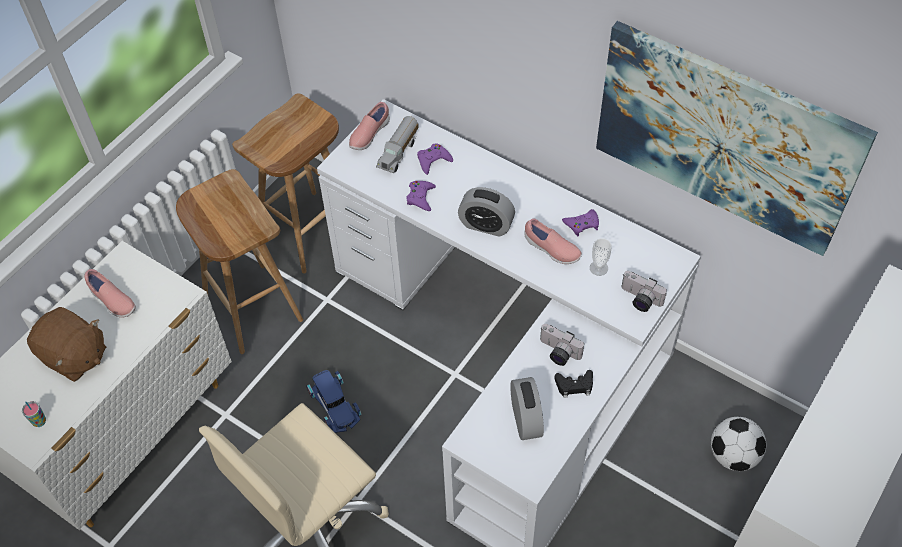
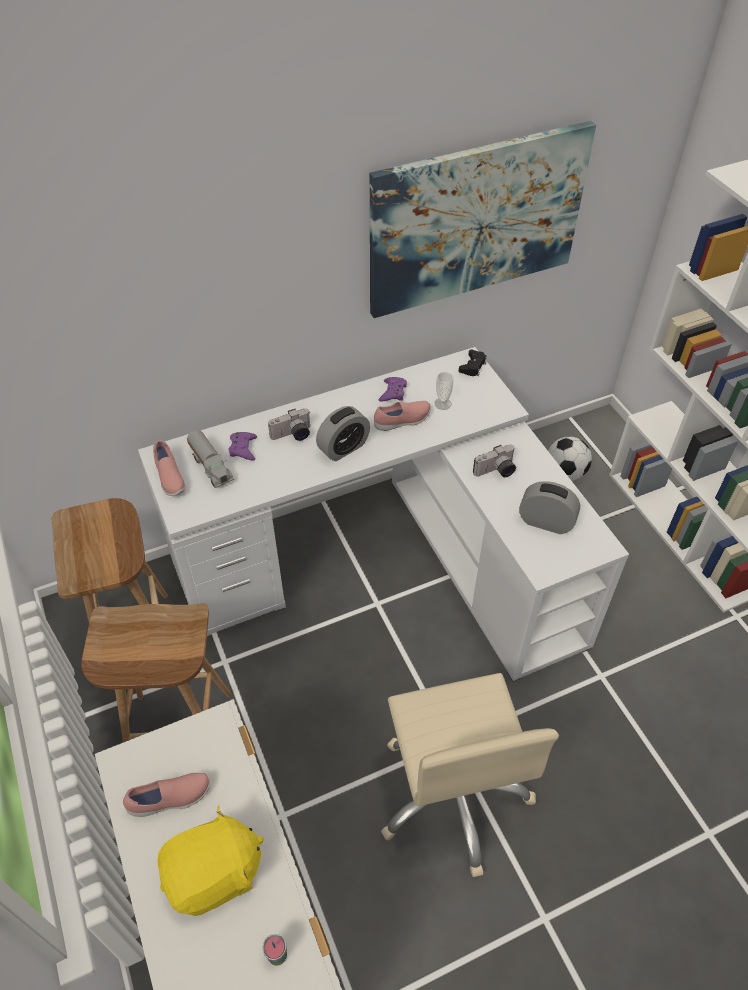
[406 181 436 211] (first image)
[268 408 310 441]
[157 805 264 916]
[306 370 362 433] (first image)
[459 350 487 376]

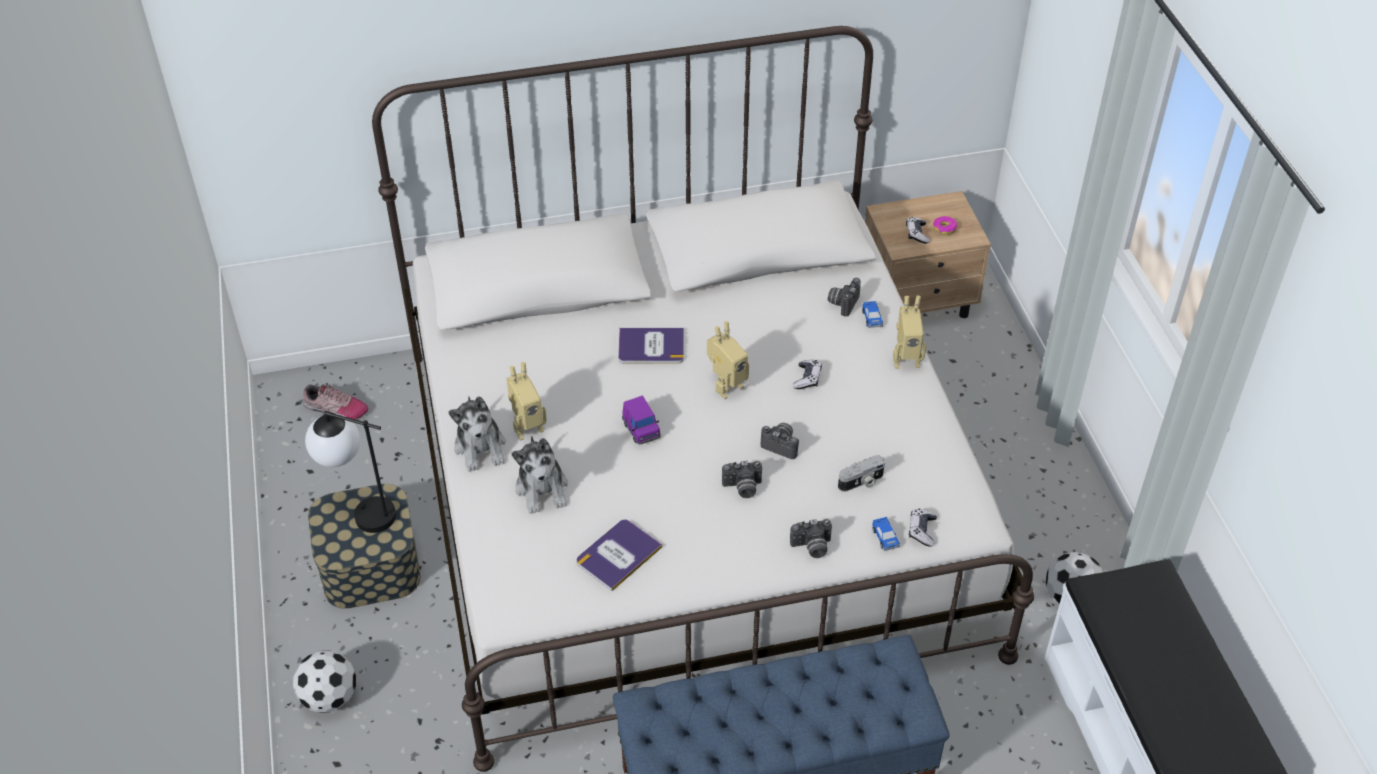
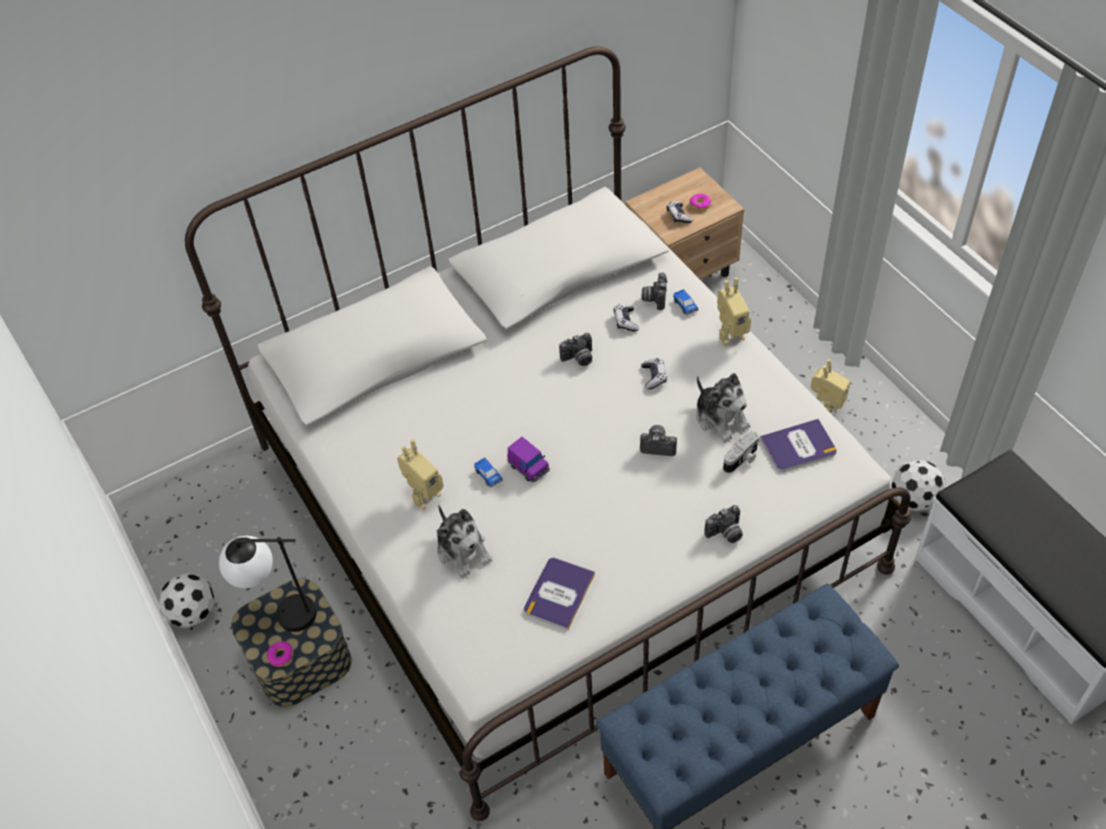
[810 359 850 413]
[760 419 837 472]
[303 383 368 420] (first image)
[696 373 750 443]
[559 333 592 366]
[614 304 639 331]
[474 457 503 488]
[159 574 214 628]
[267 641 293 667]

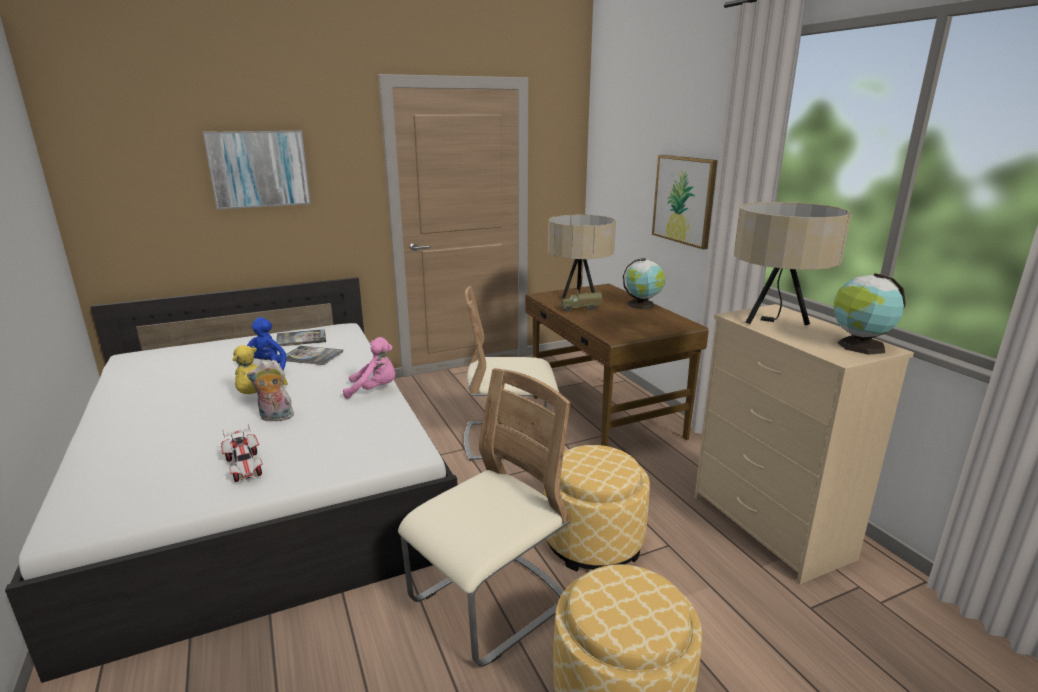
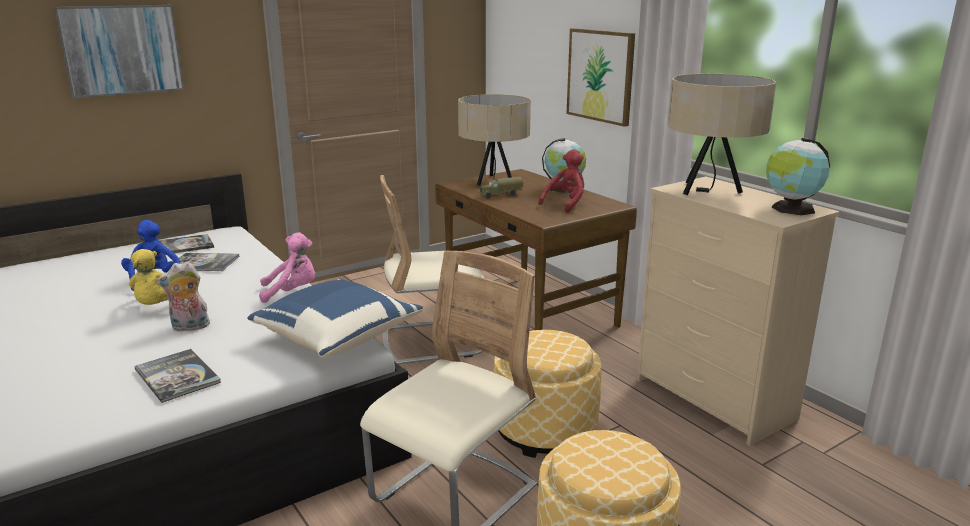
[134 349 221 403]
[538 149 584 213]
[247 279 423 359]

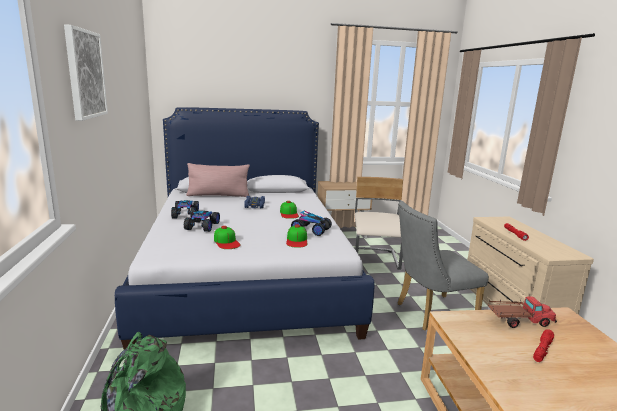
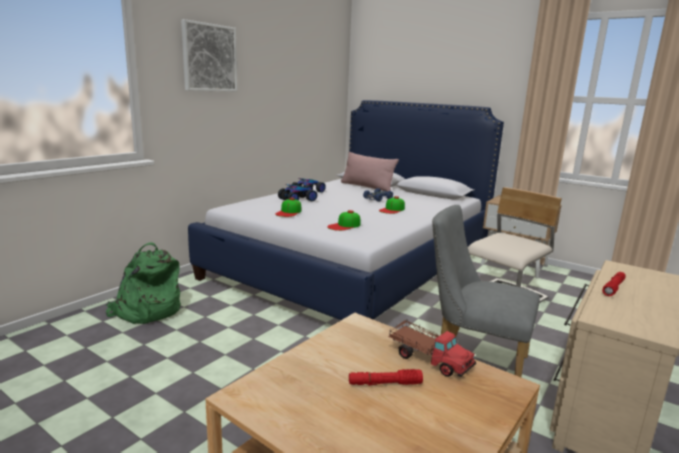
[291 211 332 236] (first image)

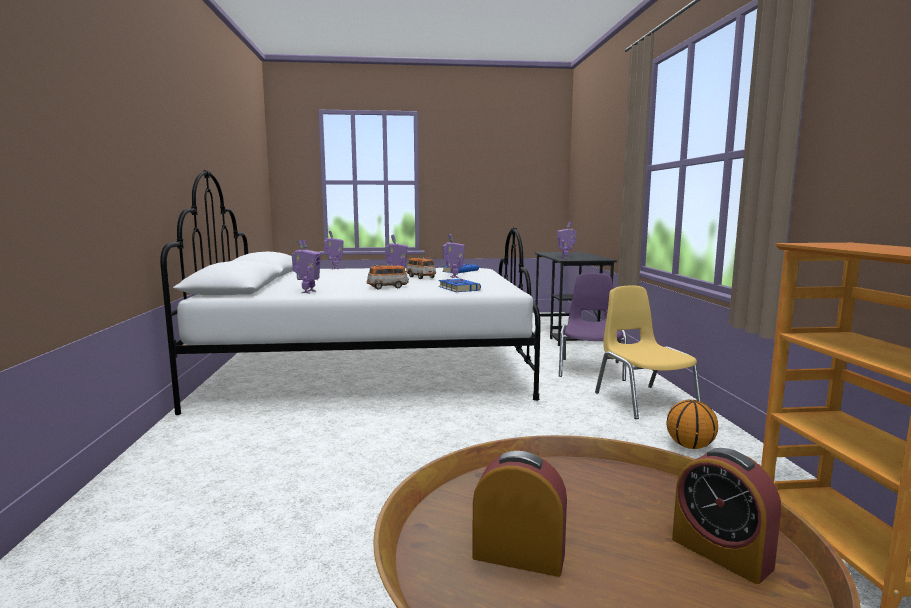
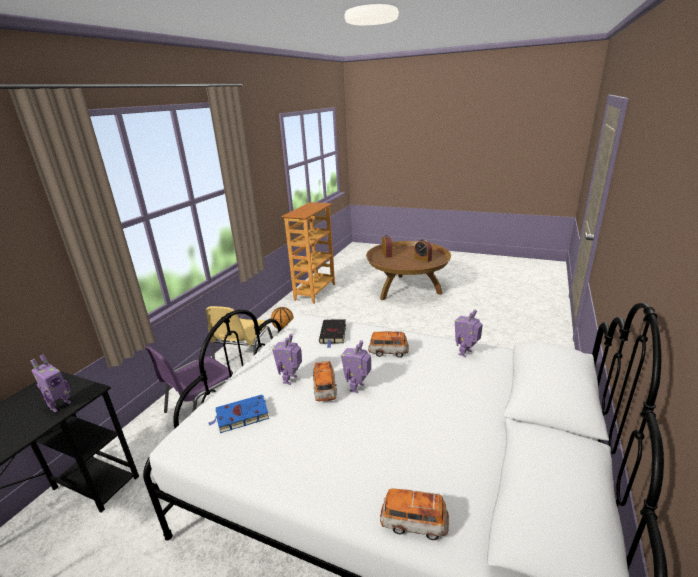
[380 489 449 540]
[319 319 346 348]

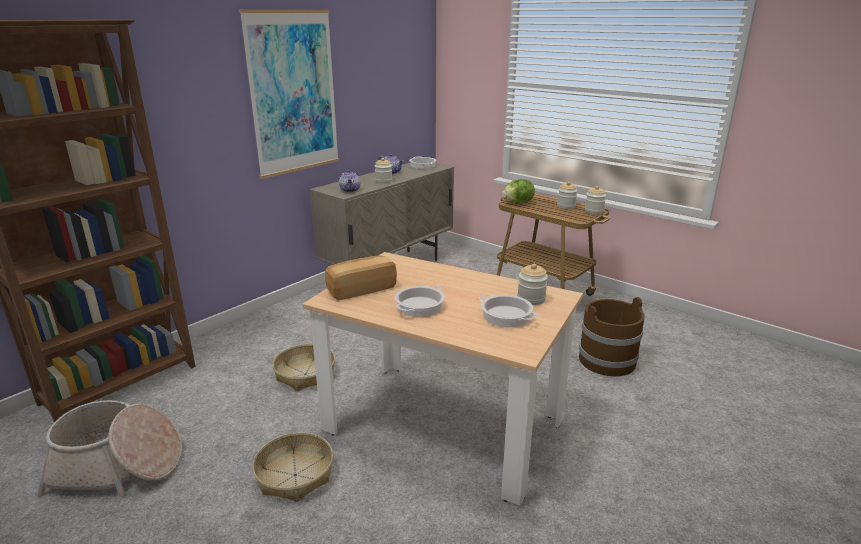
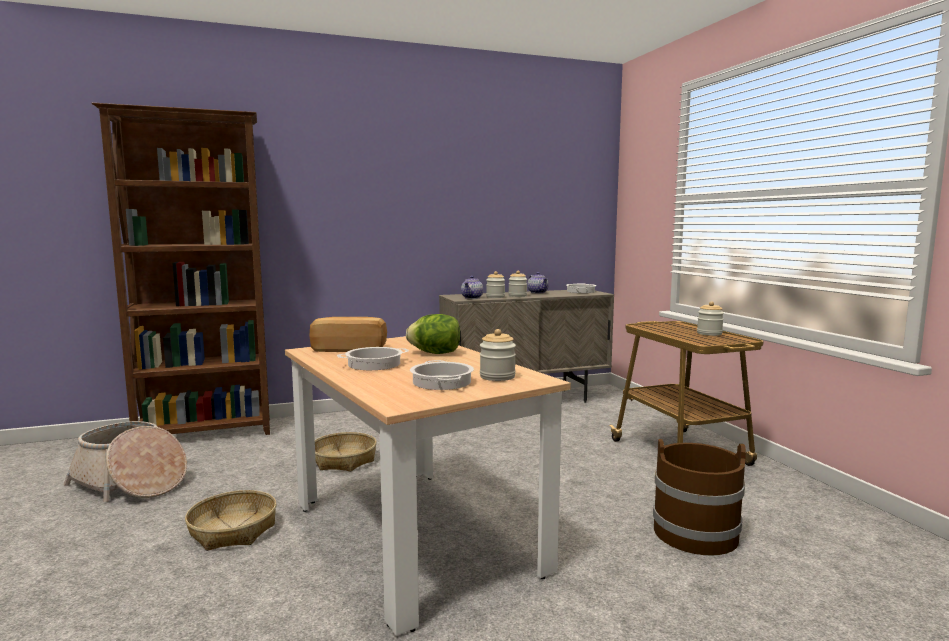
[239 9 339 179] (first image)
[406 314 460 354]
[486 271 505 298]

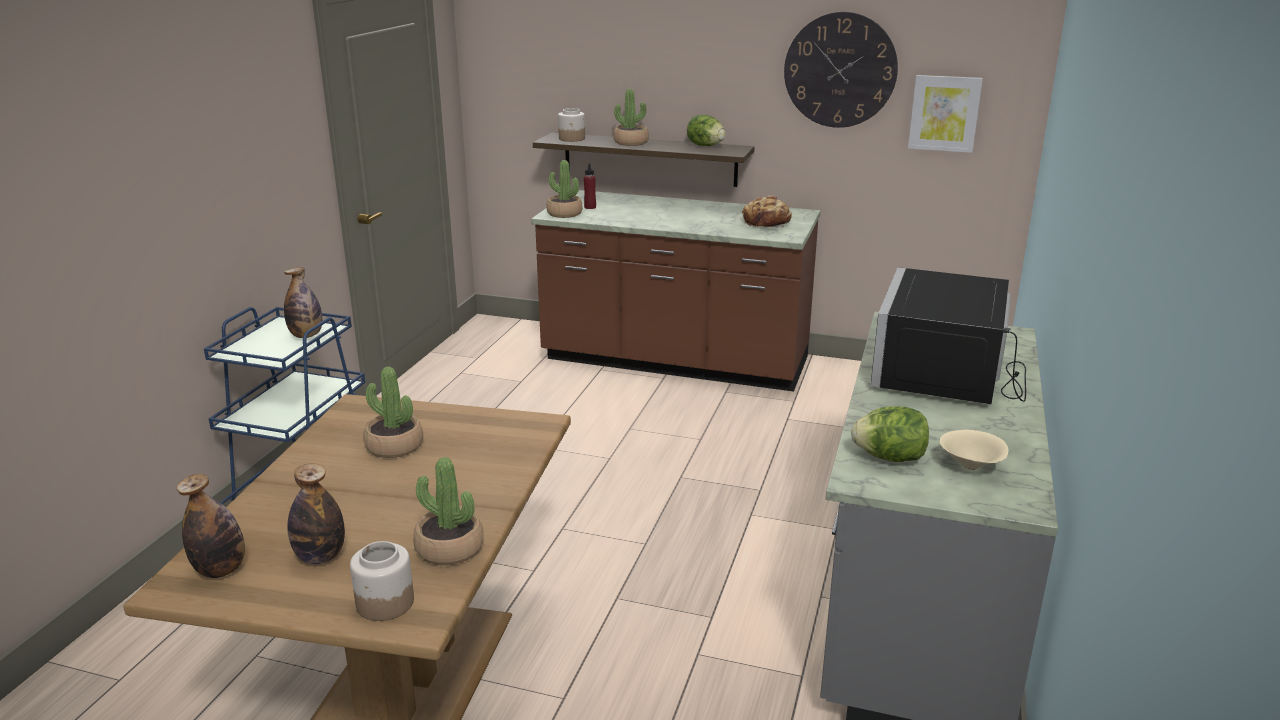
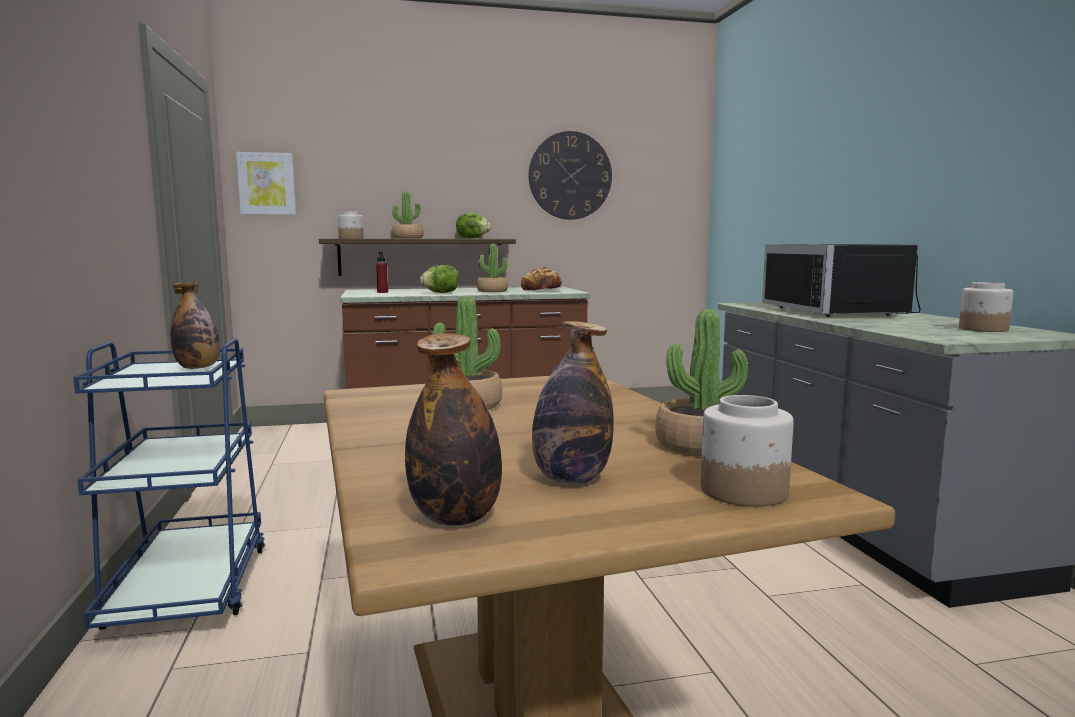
[236 152 296 215]
[477 244 508 292]
[420 265 458 293]
[959 282 1013 332]

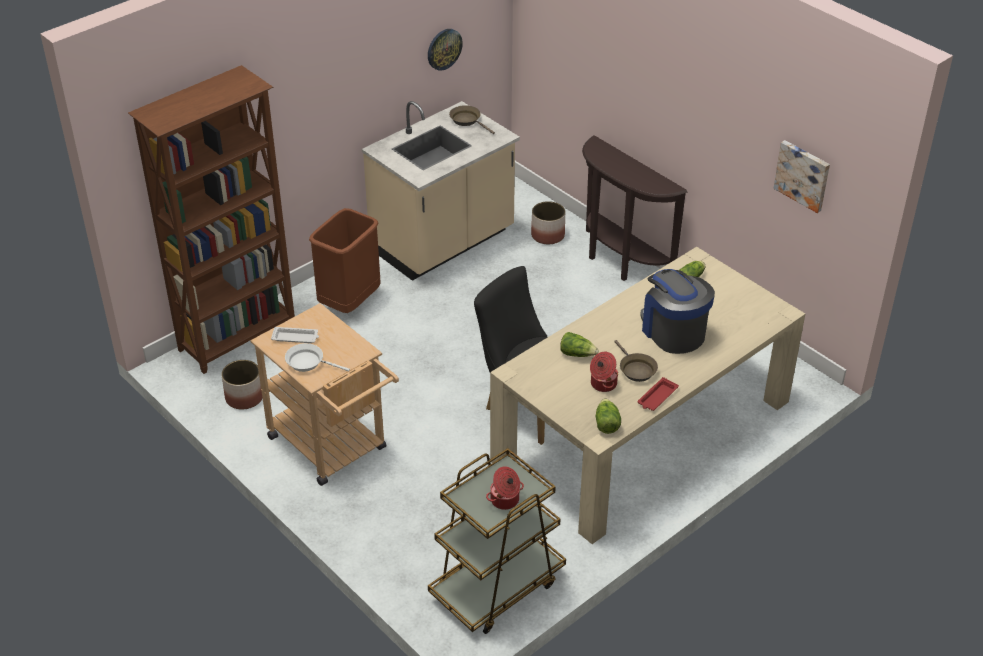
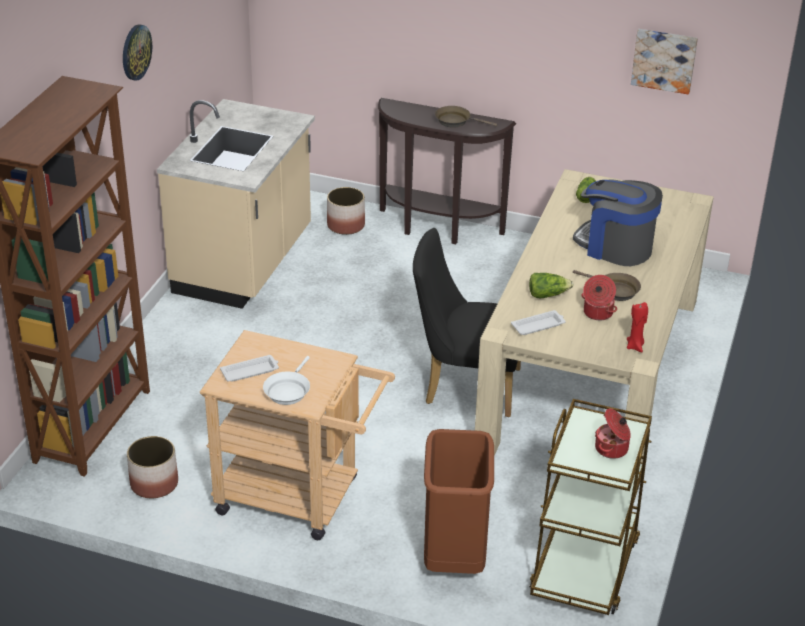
[123 25 152 81]
[435 106 497 128]
[424 429 494 574]
[263 356 310 405]
[637 377 679 411] (first image)
[627 302 648 353]
[511 310 566 335]

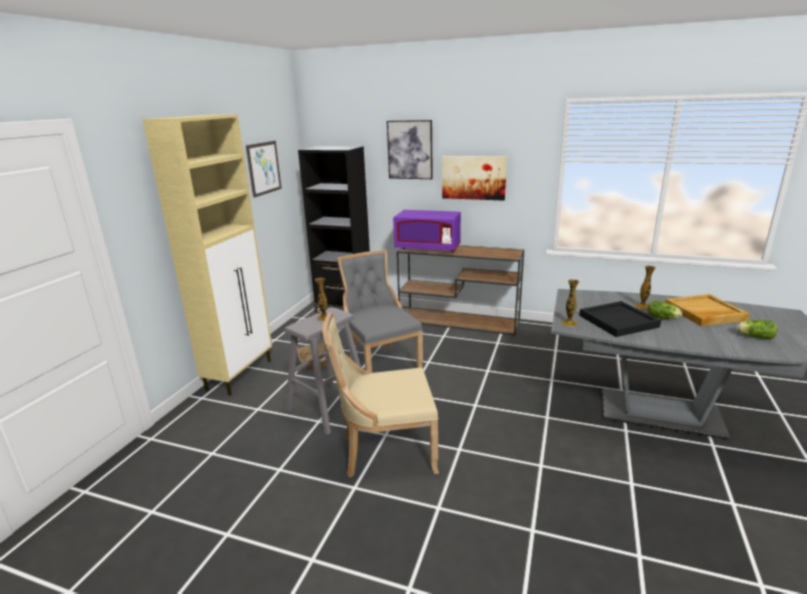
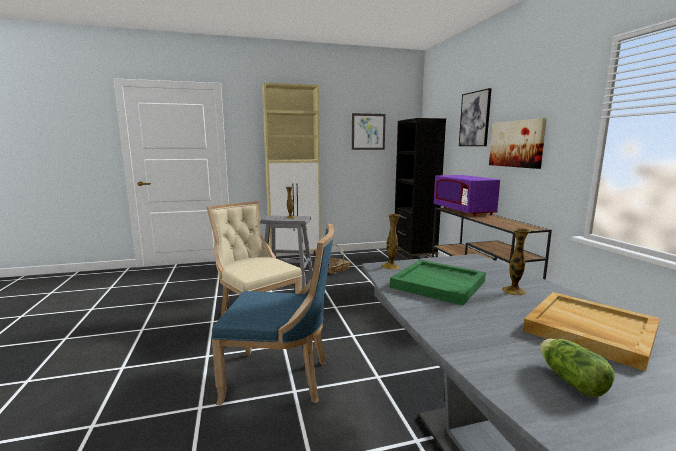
[337 250 423 374] (first image)
[648 300 682 319] (first image)
[390 260 486 306]
[211 224 334 405]

